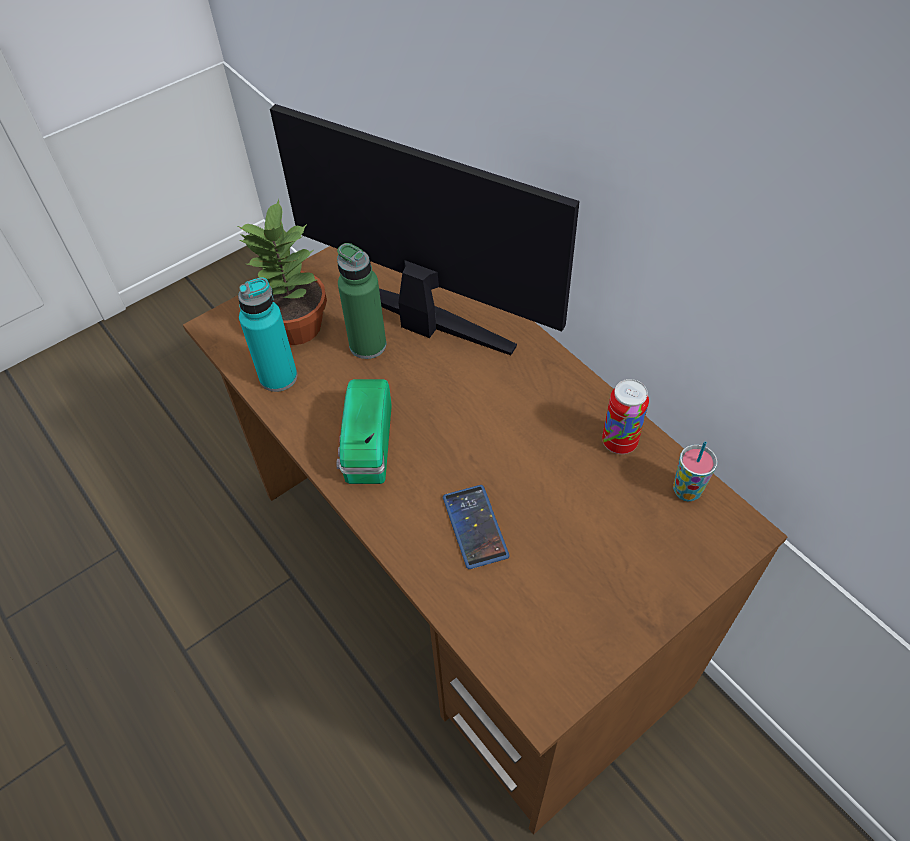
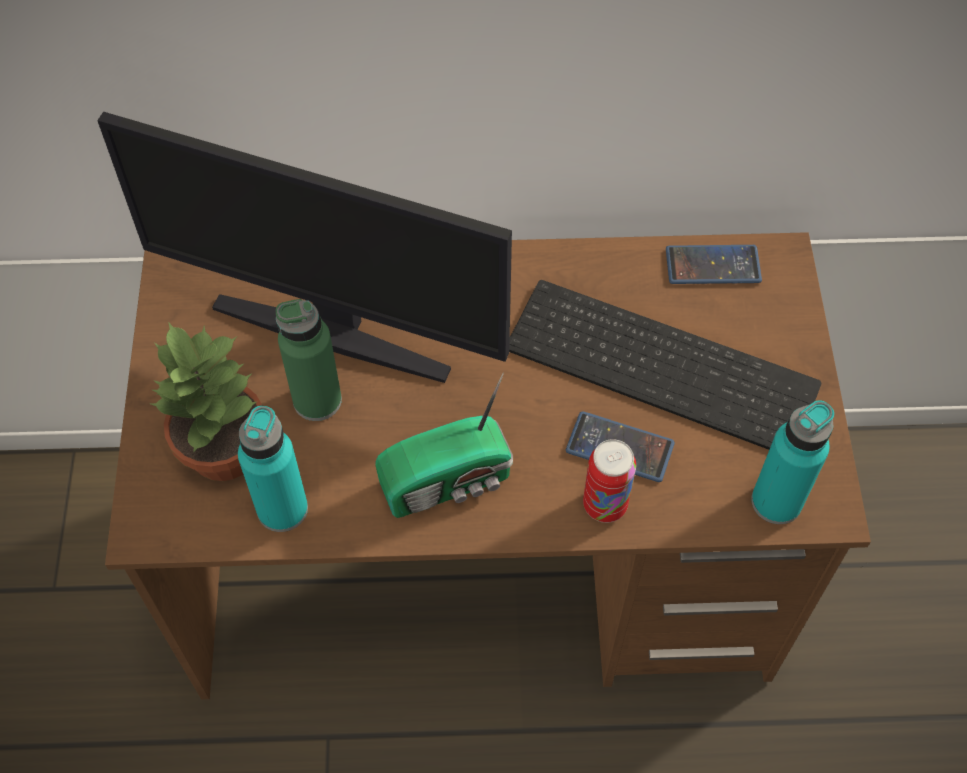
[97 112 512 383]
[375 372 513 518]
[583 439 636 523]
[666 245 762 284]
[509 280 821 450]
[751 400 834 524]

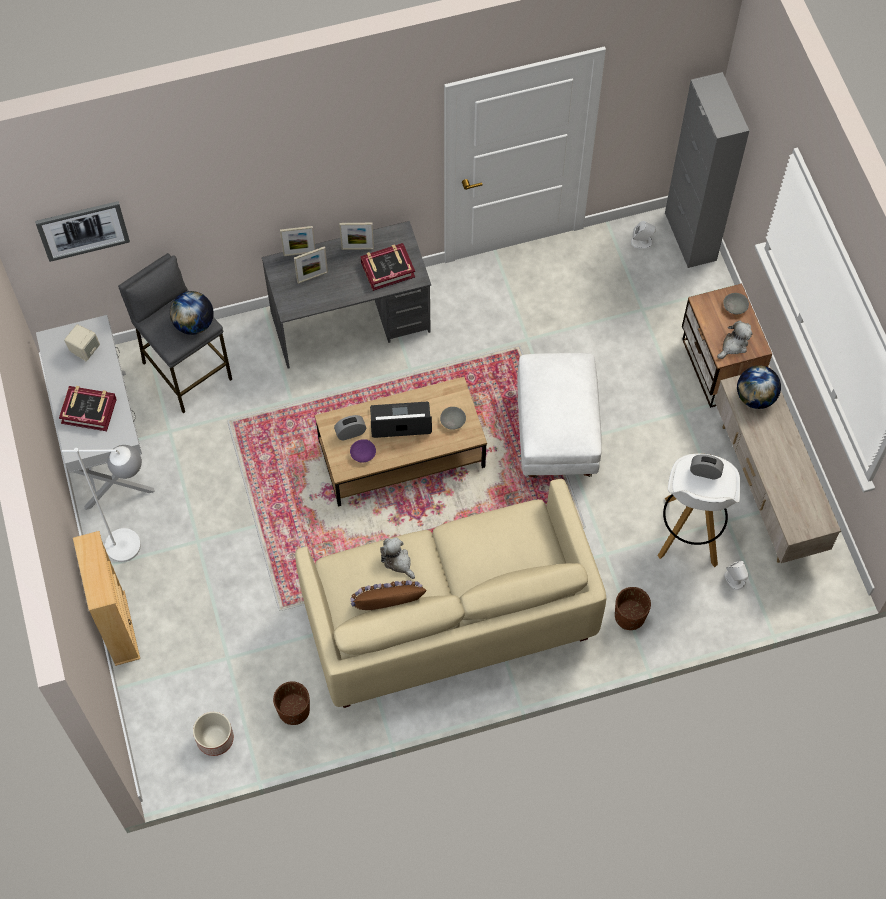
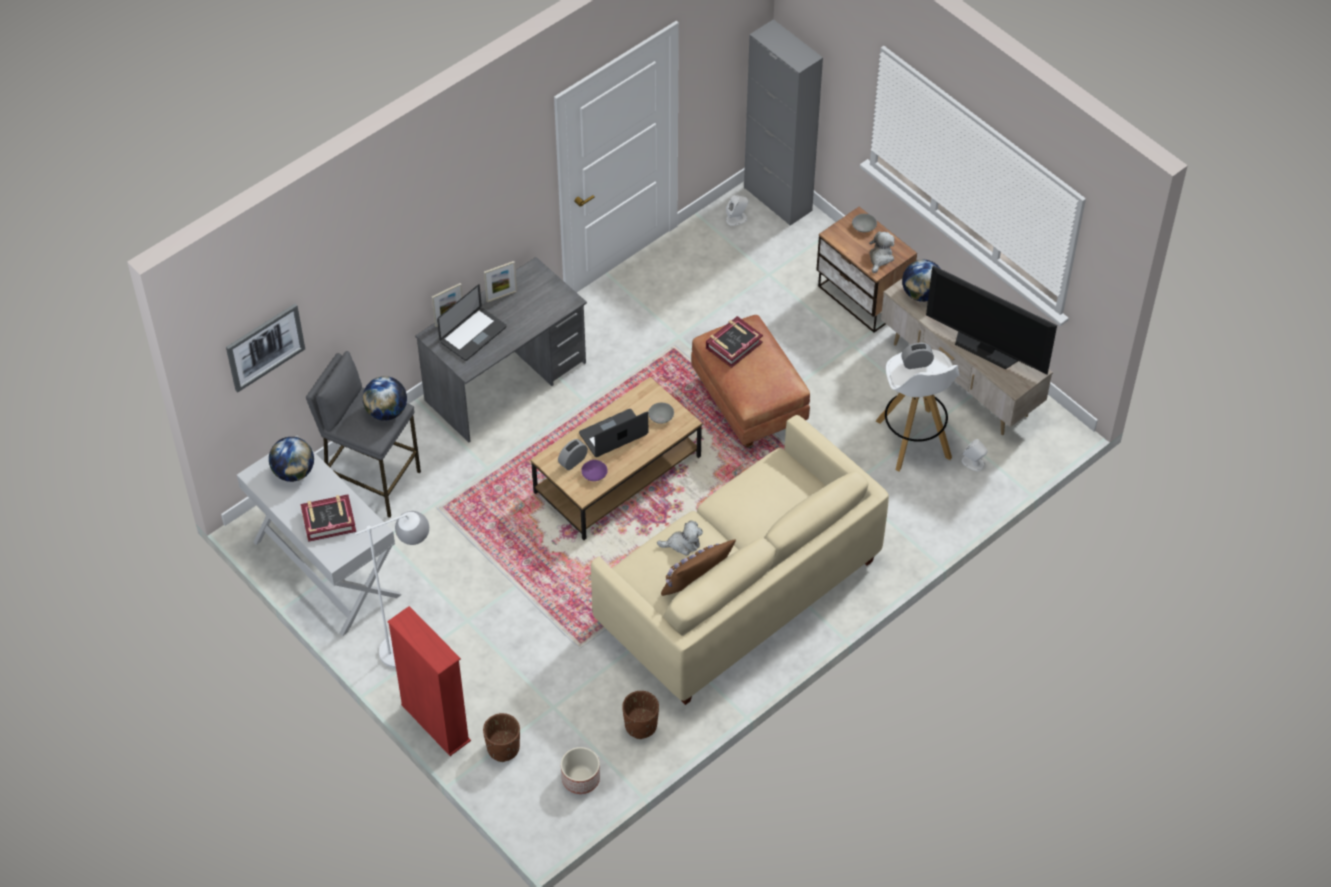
[706 316 763 368]
[437 284 507 361]
[269 437 314 482]
[691 315 810 448]
[388 606 471 756]
[657 520 703 556]
[483 713 520 762]
[926 265 1057 375]

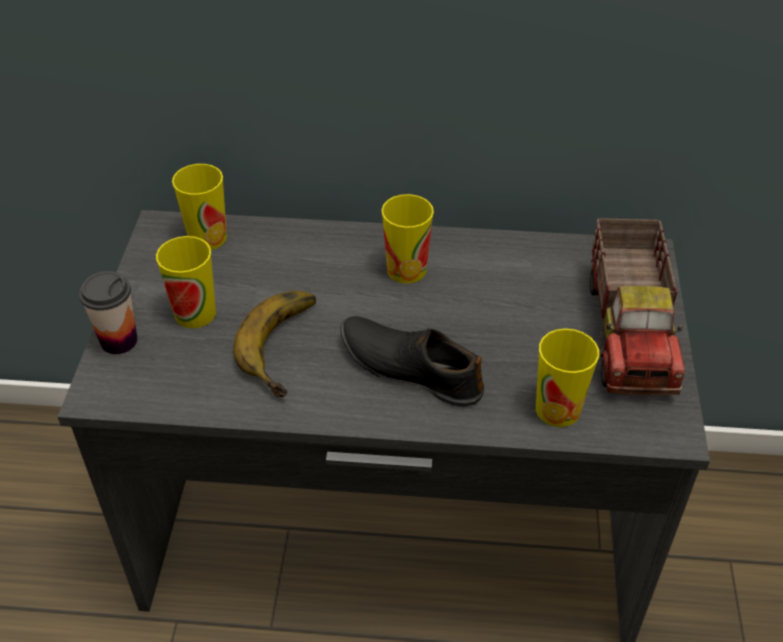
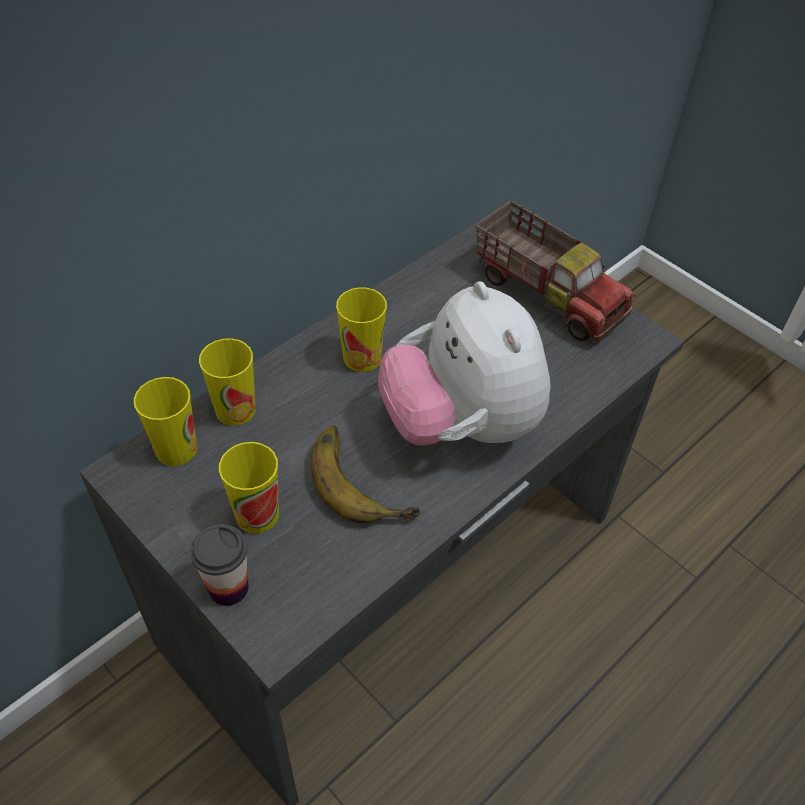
[378 281 550 446]
[199 338 256 426]

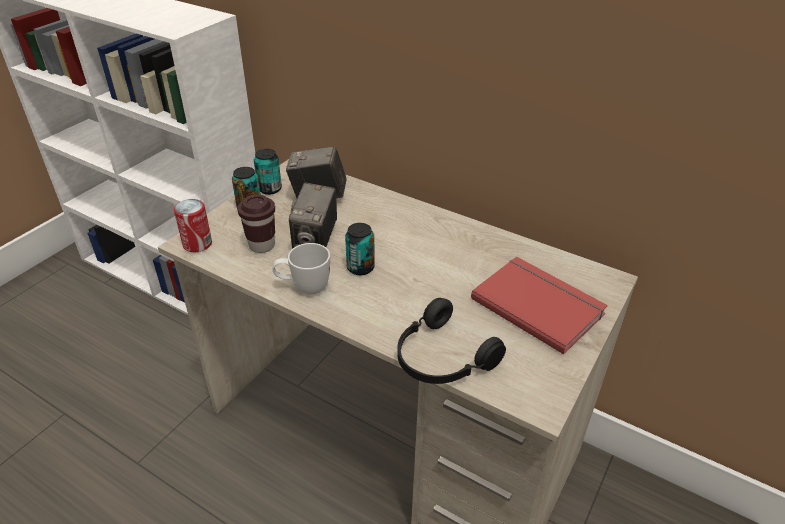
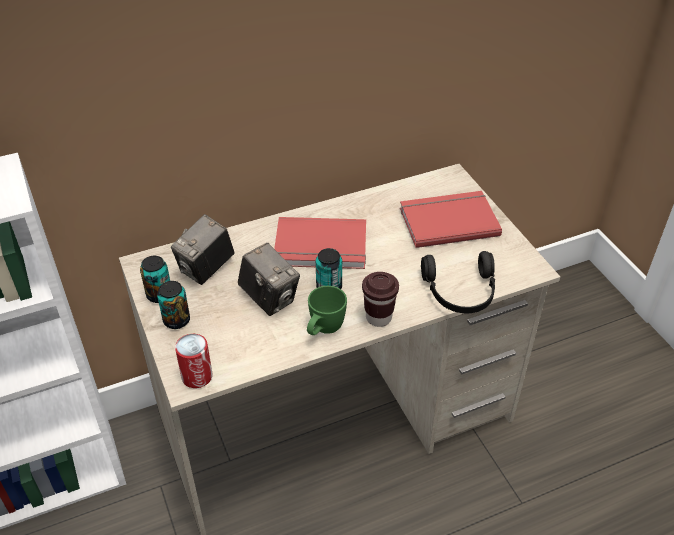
[362 272 399 327]
[307 286 347 335]
[274 217 366 269]

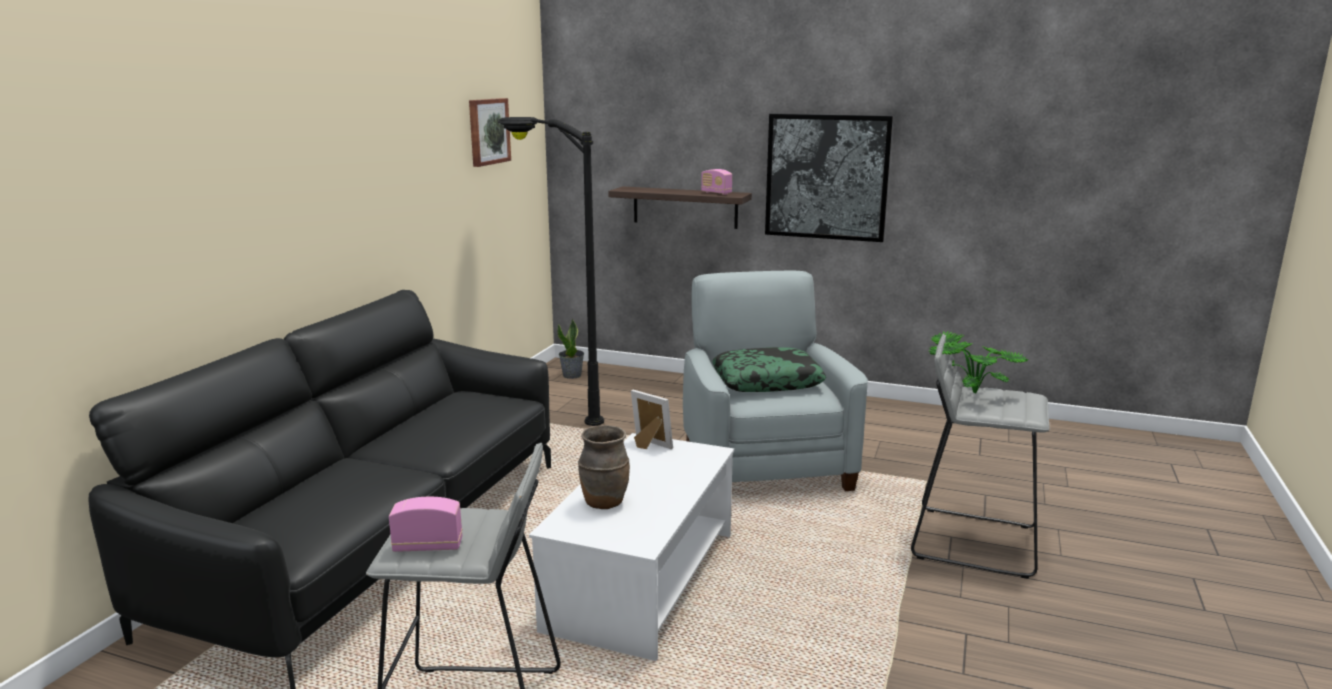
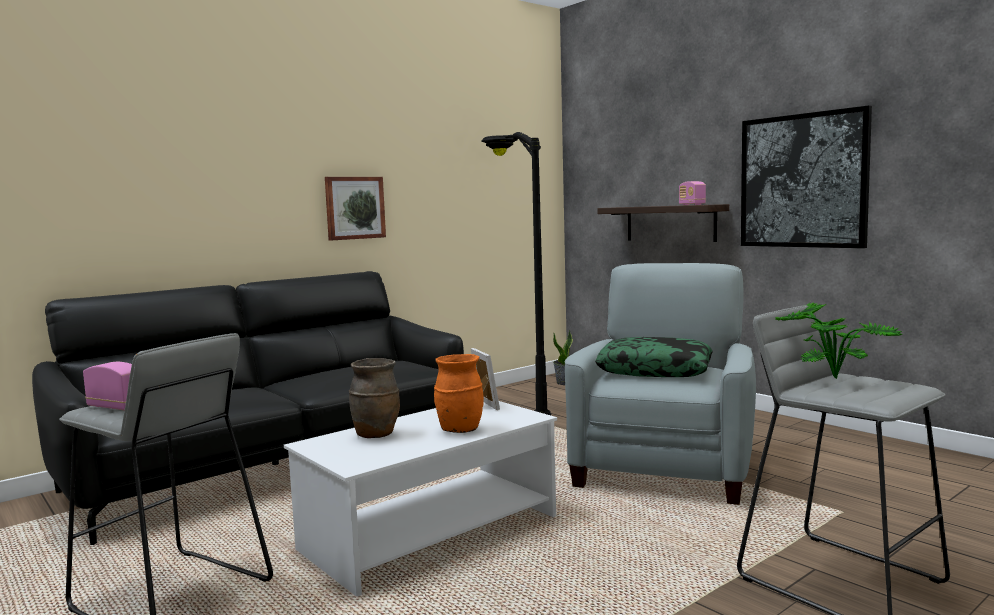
[325 177 386 240]
[434 354 484 433]

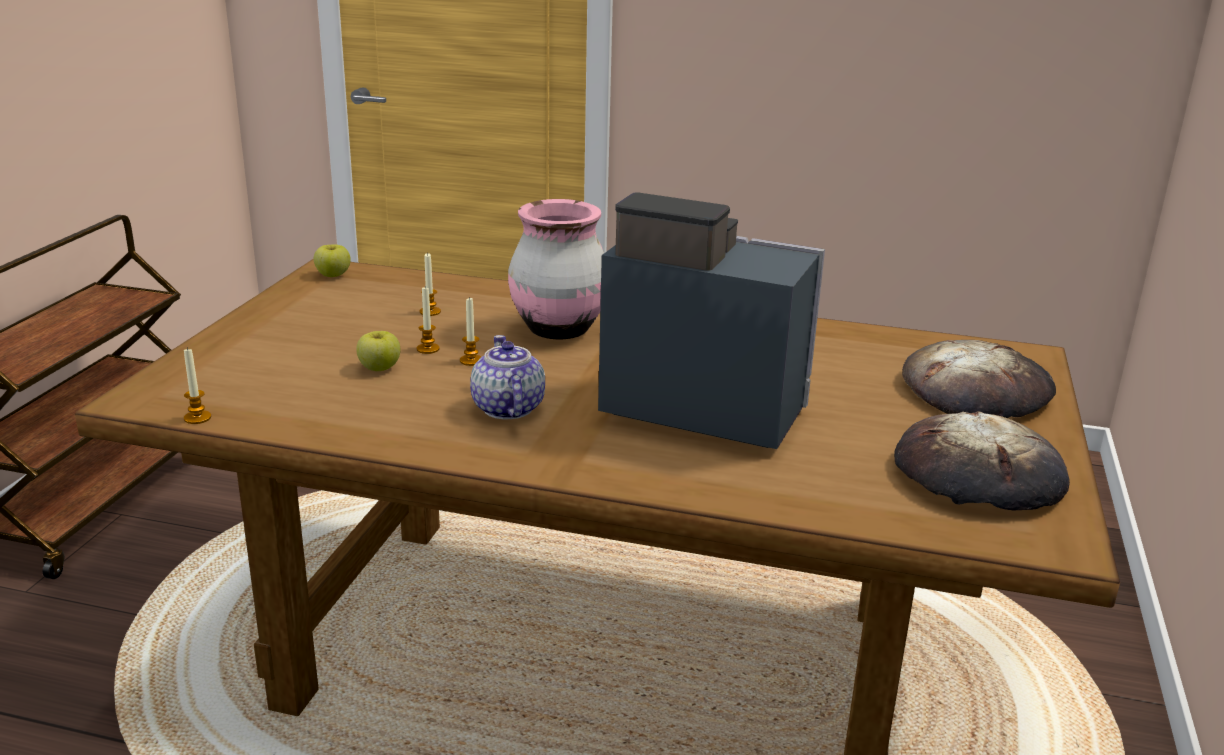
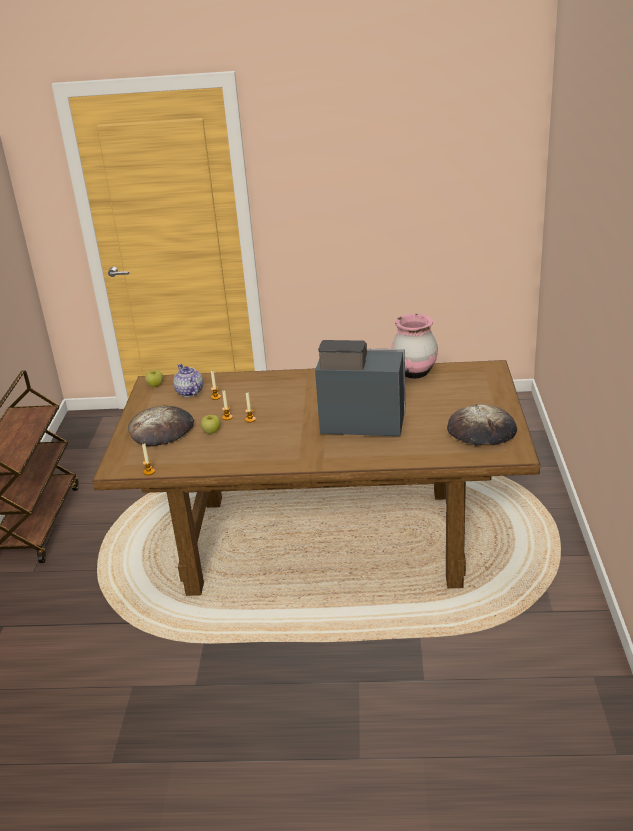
[391 314 438 378]
[173 364 203 397]
[128 406 194 447]

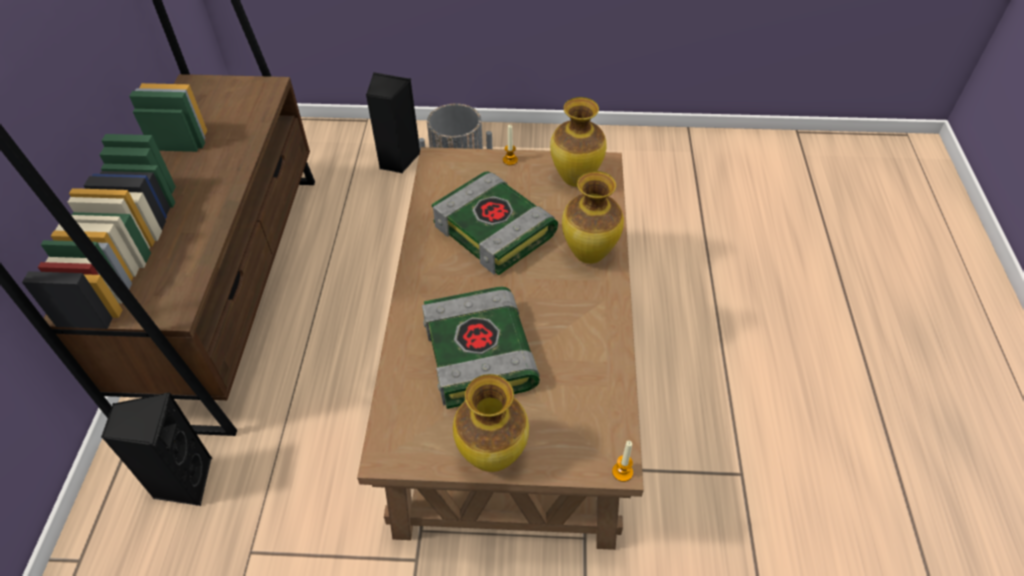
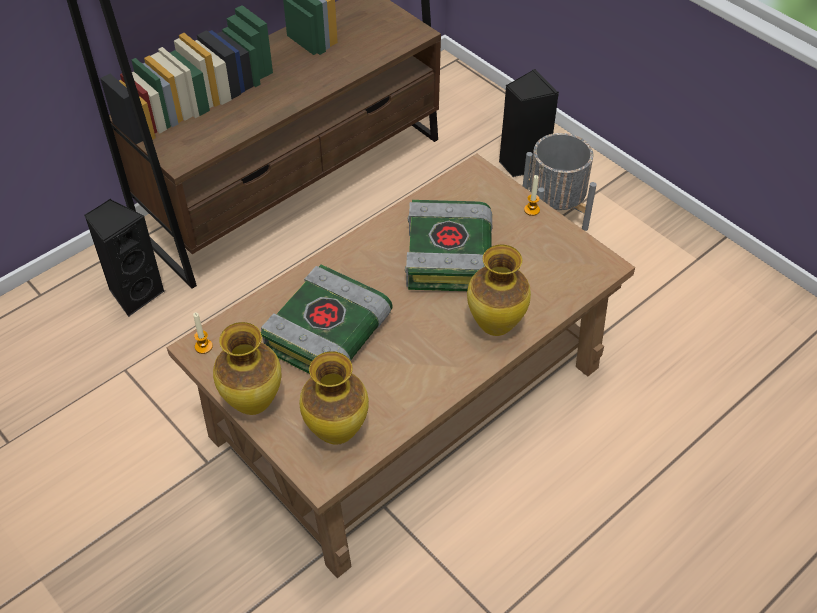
[299 351 369 445]
[193 312 213 354]

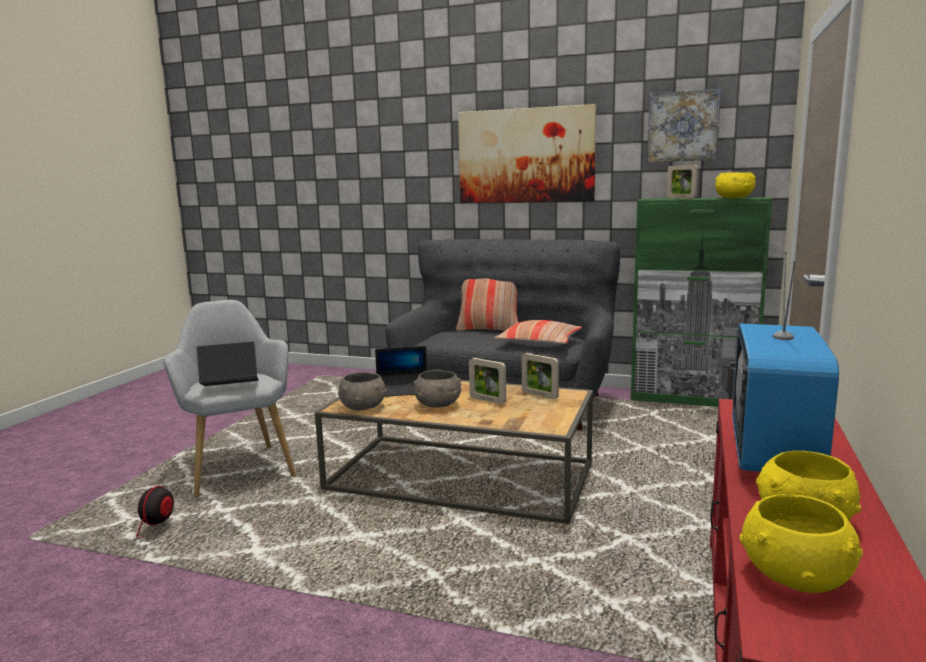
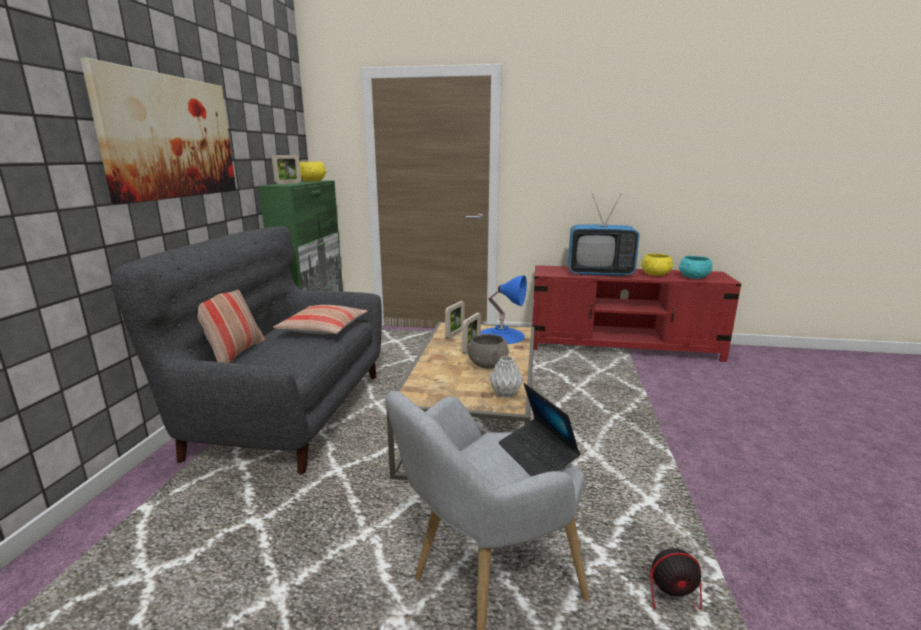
[647 89 721 162] (first image)
[375 346 426 397] (first image)
[489 356 524 398]
[679 256 712 279]
[481 275 527 344]

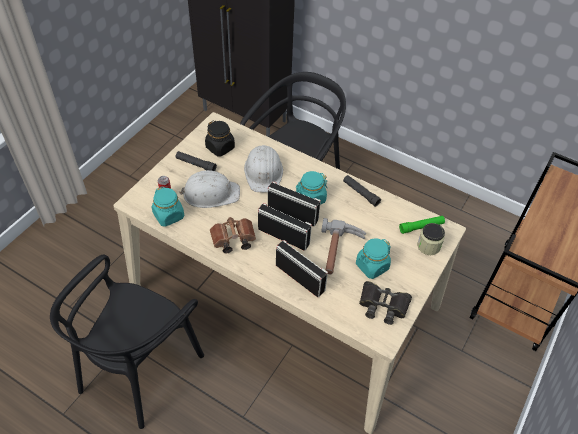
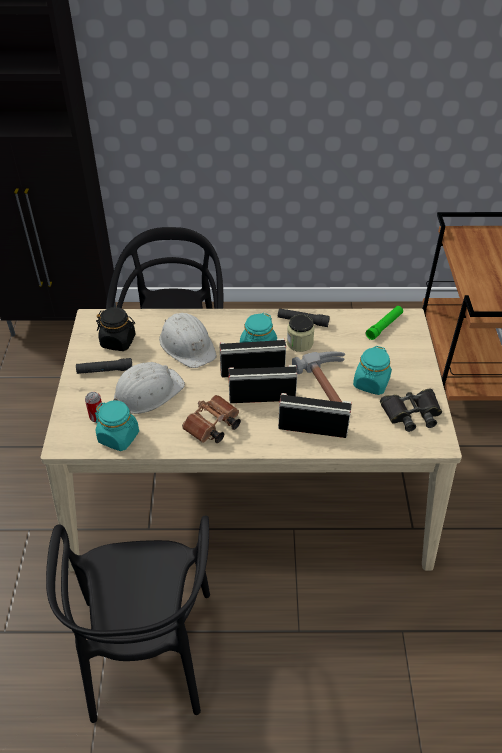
[287 314 315 352]

